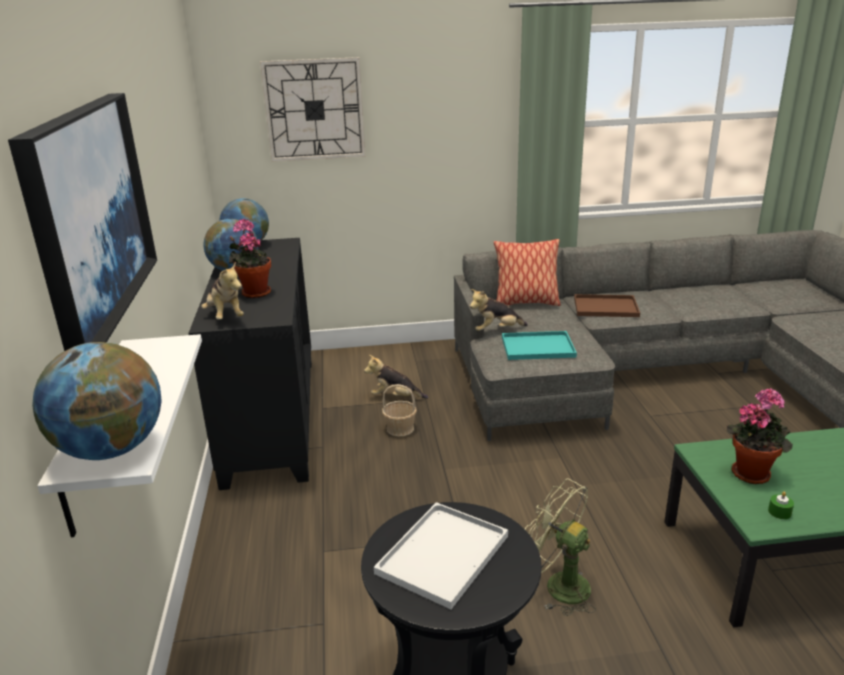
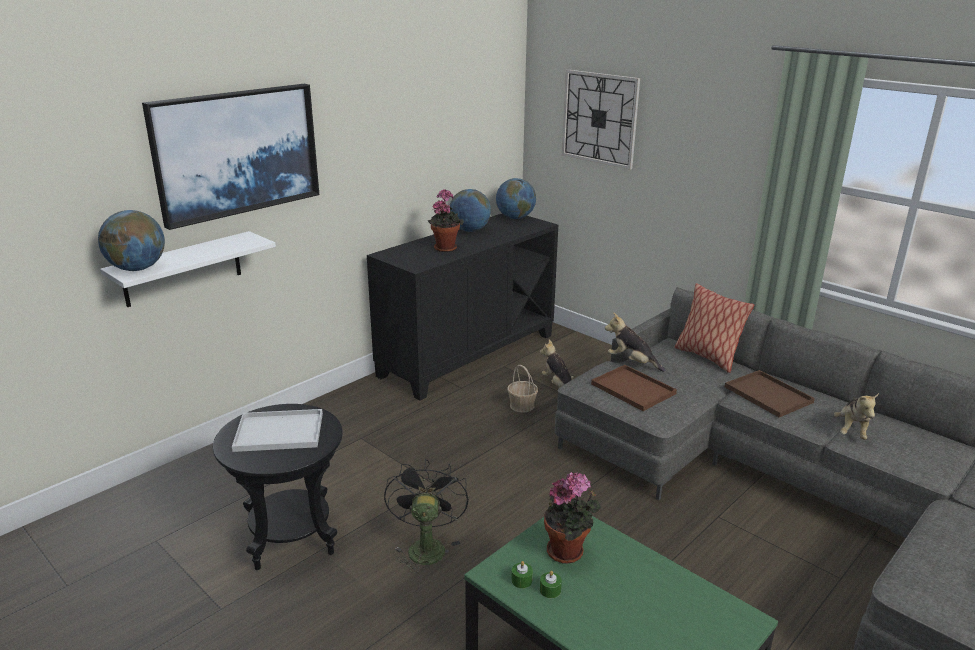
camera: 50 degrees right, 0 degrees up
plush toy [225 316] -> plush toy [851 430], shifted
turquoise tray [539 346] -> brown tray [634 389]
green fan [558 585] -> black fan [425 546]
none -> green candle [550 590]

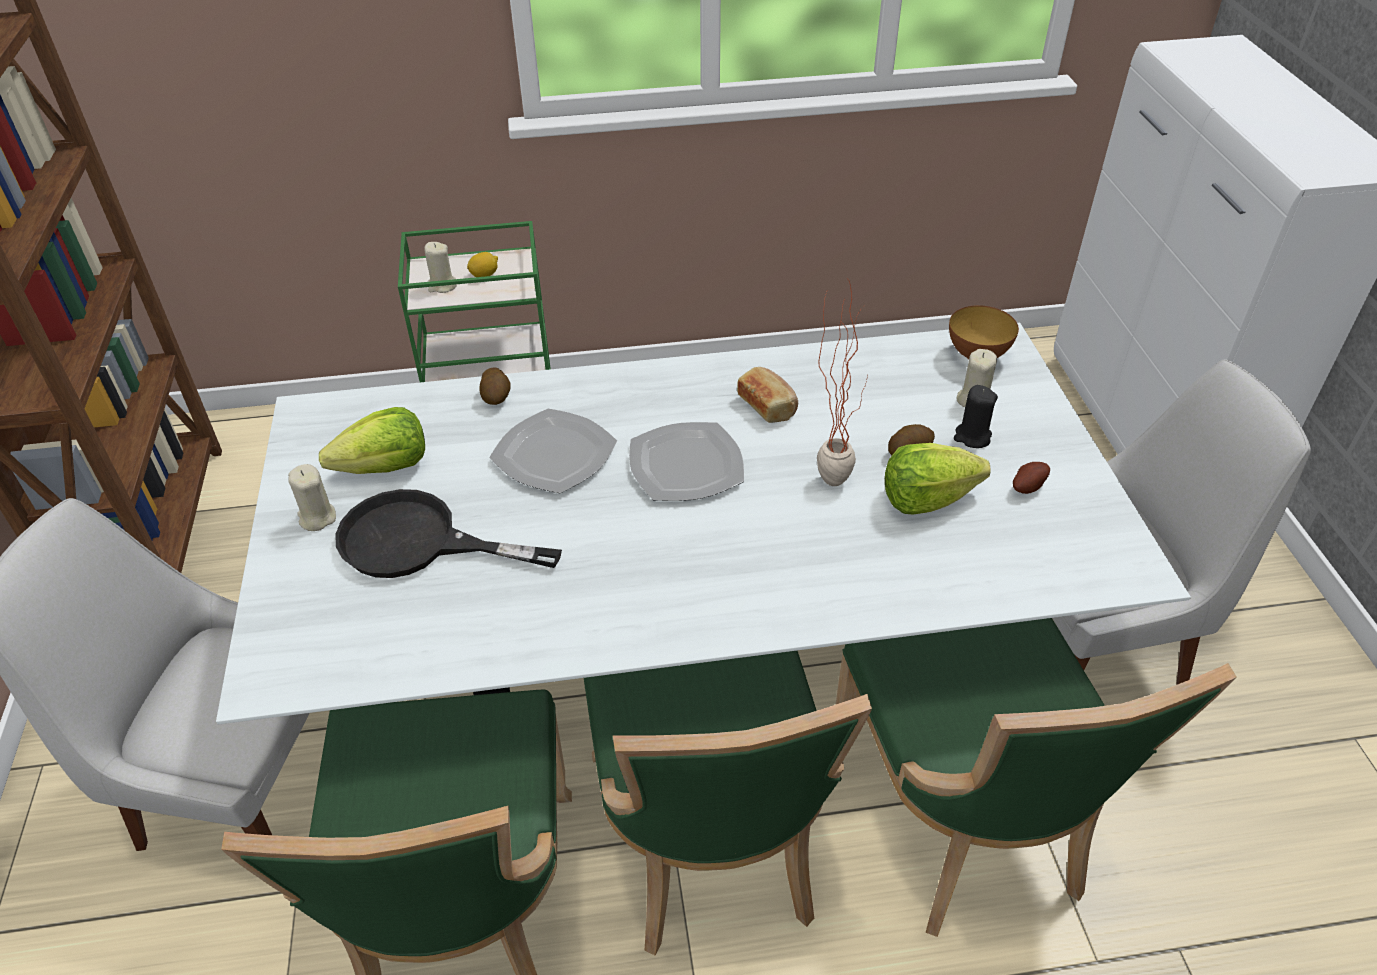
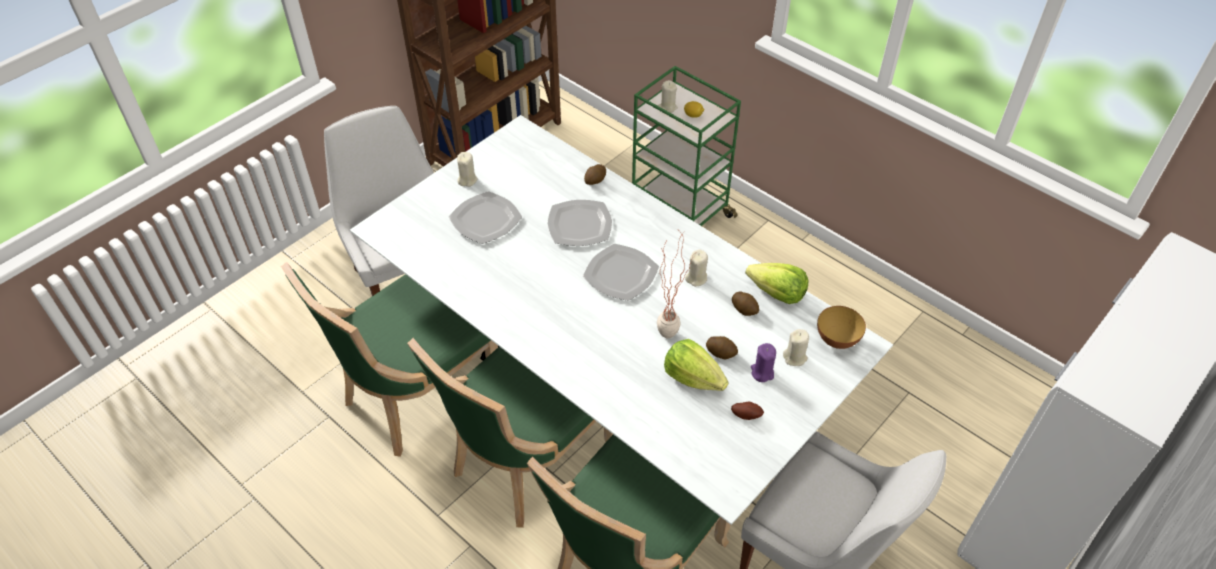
camera: 50 degrees right, 5 degrees up
lettuce [385 467] -> lettuce [777 294], shifted
black frying pan [419 542] -> plate [484 220]
bread [768 405] -> beige candle [696 278]
black candle [972 437] -> purple candle [762 372]
none -> potato [744 309]

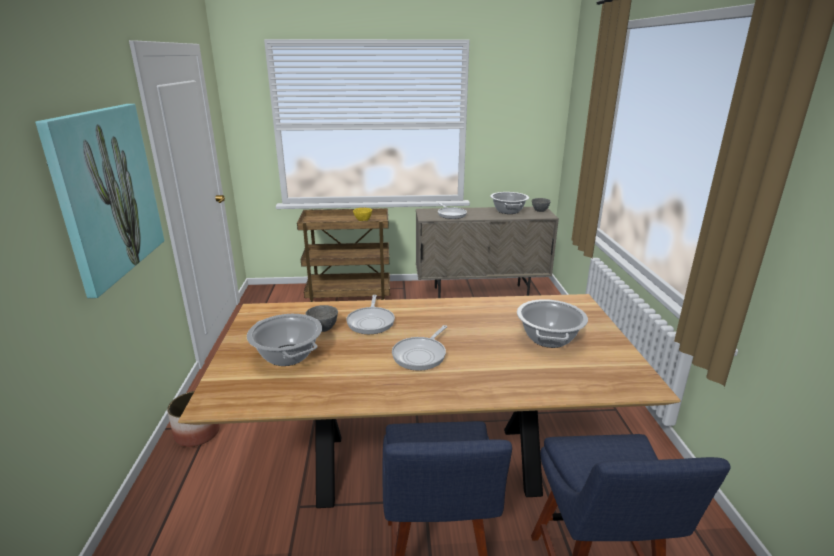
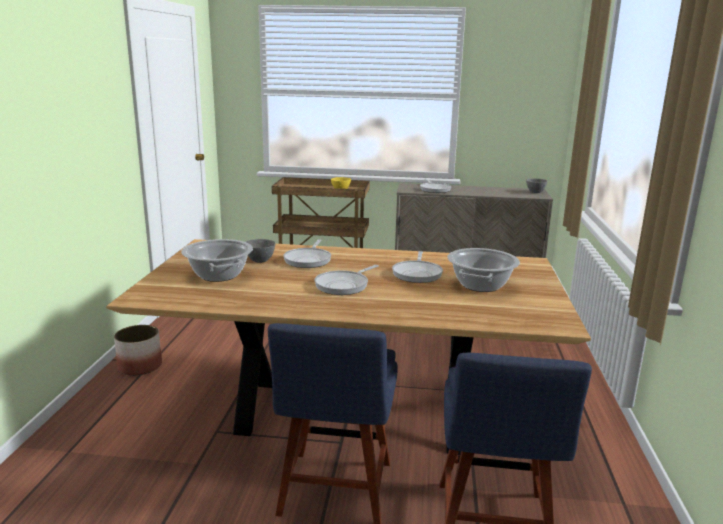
camera: 10 degrees right, 5 degrees down
picture [106 193] -> none
cooking pot [508 211] -> none
none -> frying pan [417 274]

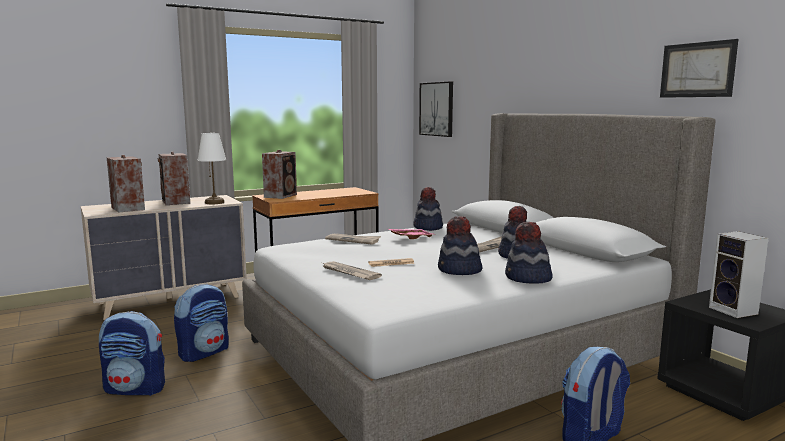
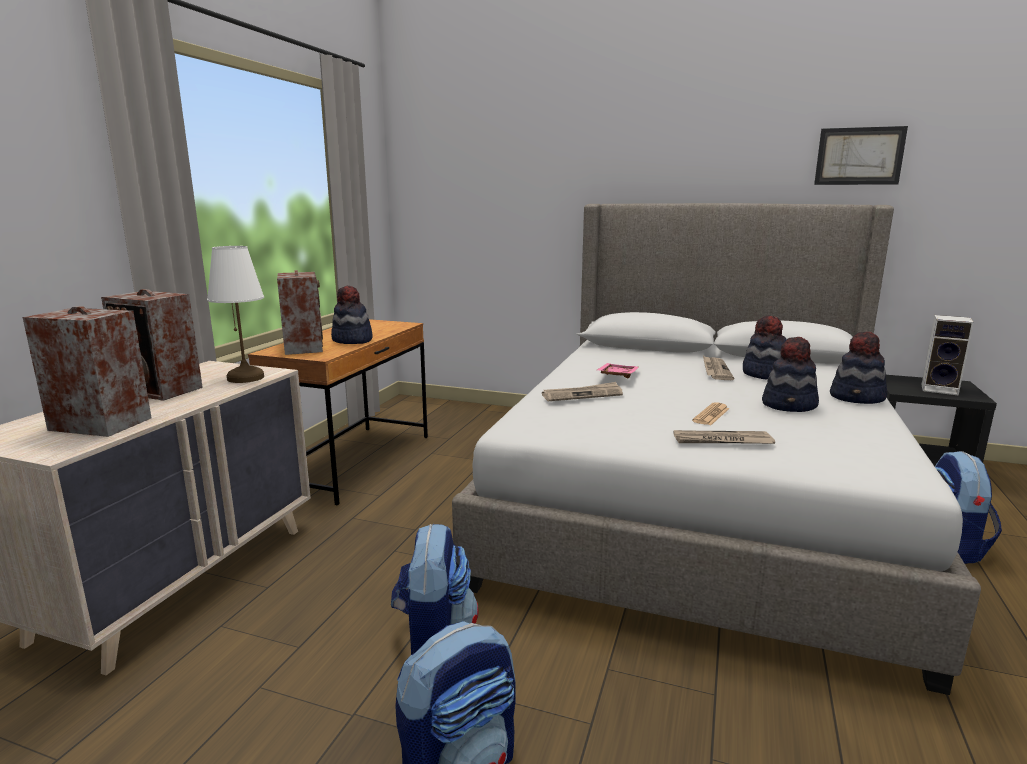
camera: 40 degrees left, 5 degrees up
hat [427 227] -> hat [352 340], shifted
picture [437 109] -> none

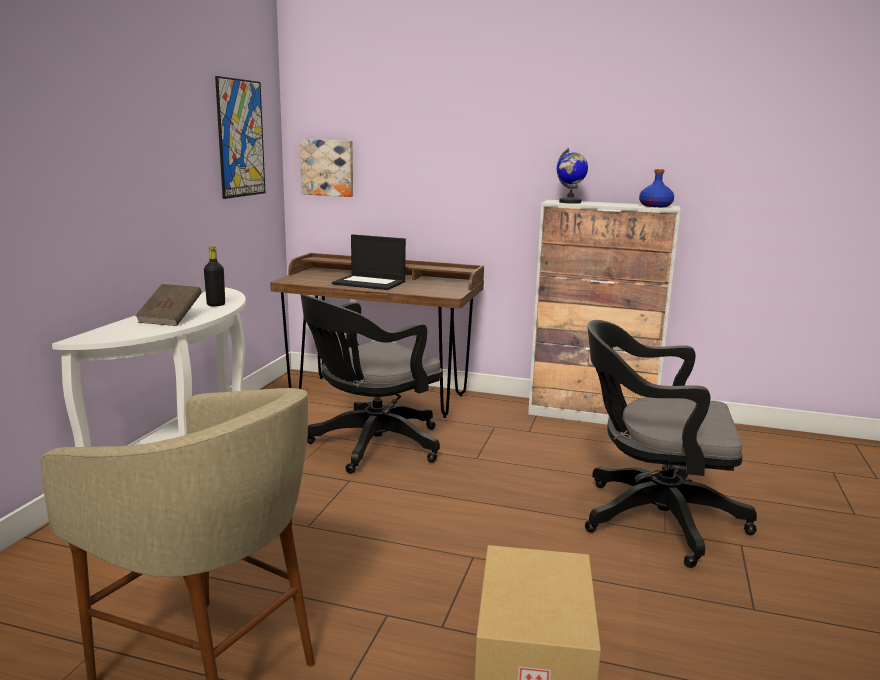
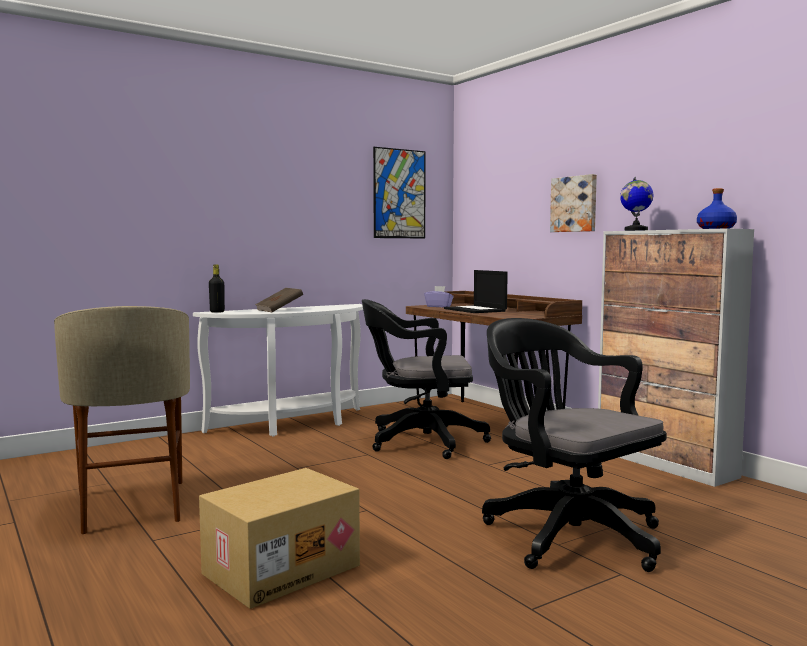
camera: 40 degrees right, 10 degrees down
black bottle [216 305] -> black bottle [217 312], shifted
picture [328 167] -> picture [574 204], shifted
none -> purple tissue box [439 306]

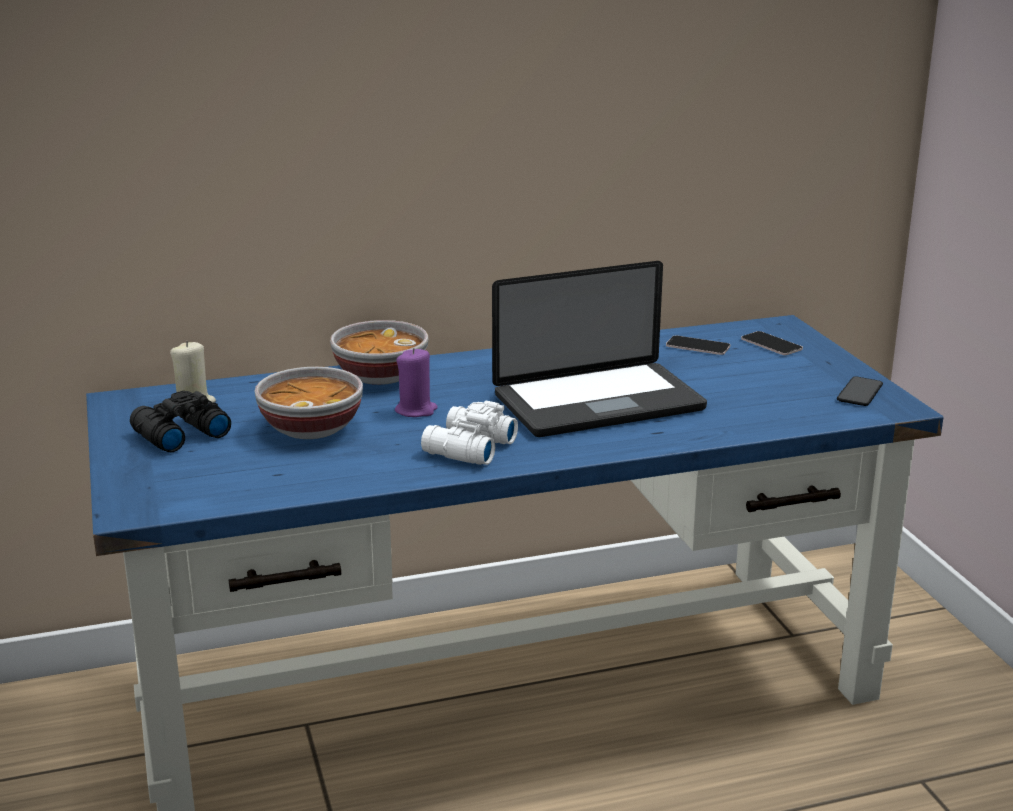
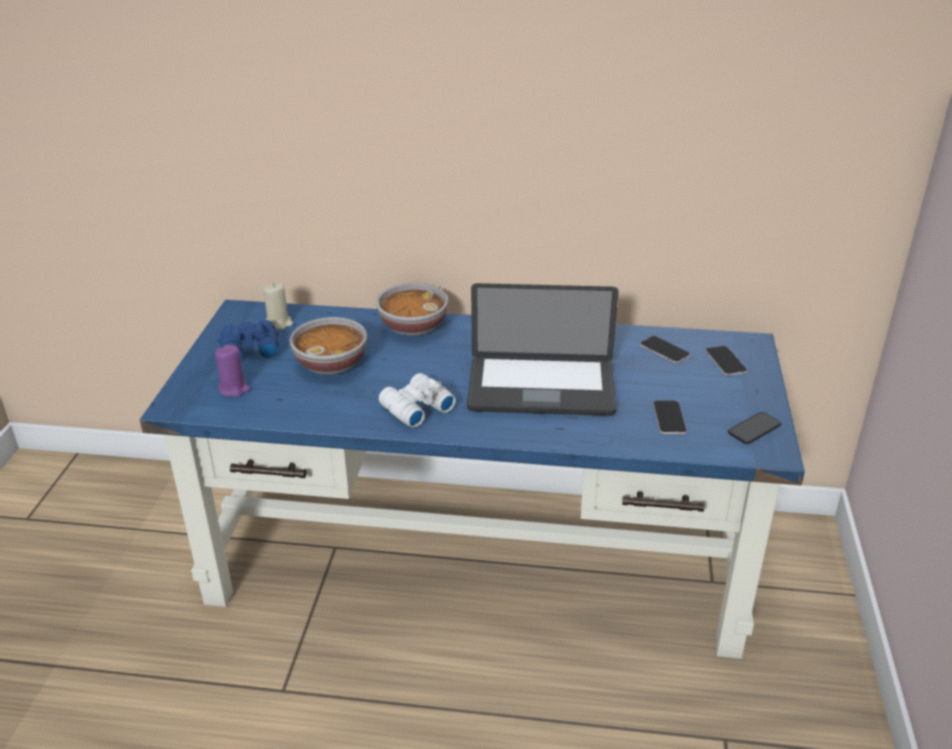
camera: 25 degrees right, 10 degrees up
black binoculars [179 434] -> blue binoculars [249 349]
purple candle [416 410] -> purple candle [234 389], shifted
none -> phone [669 418]

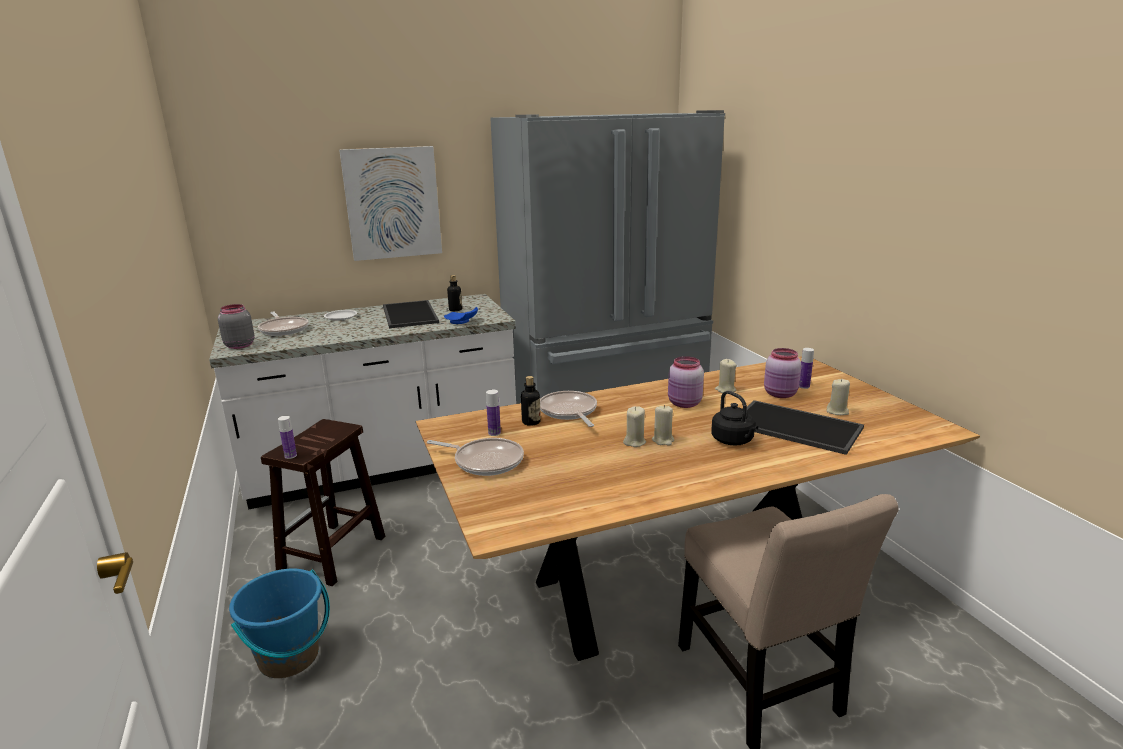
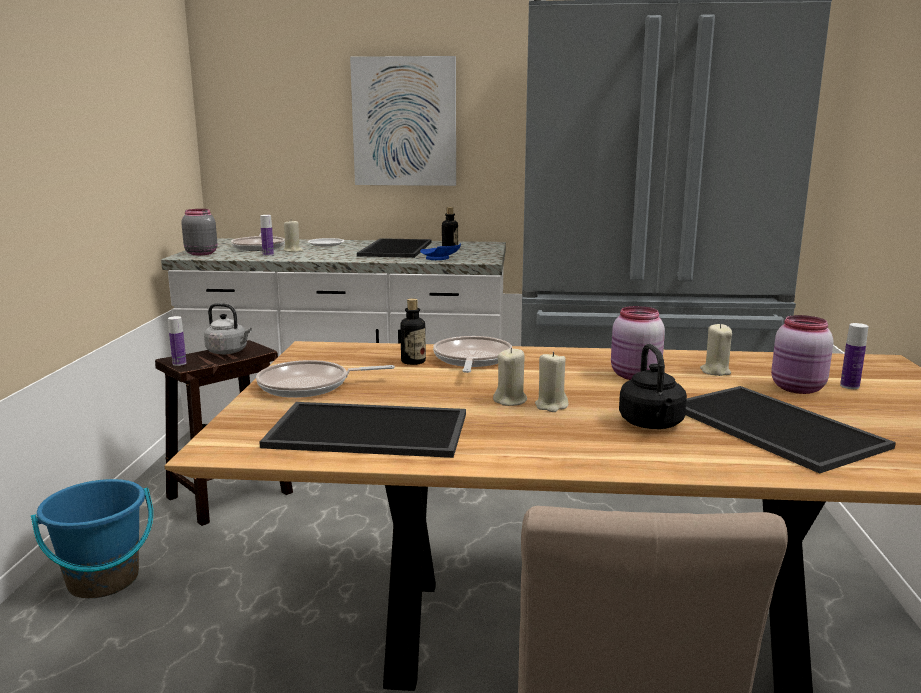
camera: 25 degrees right, 5 degrees down
frying pan [485 461] -> frying pan [309 386], 120 degrees clockwise
bottle [494 433] -> bottle [268 255], shifted
beige candle [837 411] -> beige candle [293 251], shifted
none -> grey kettle [229 352]
none -> tray [371 429]

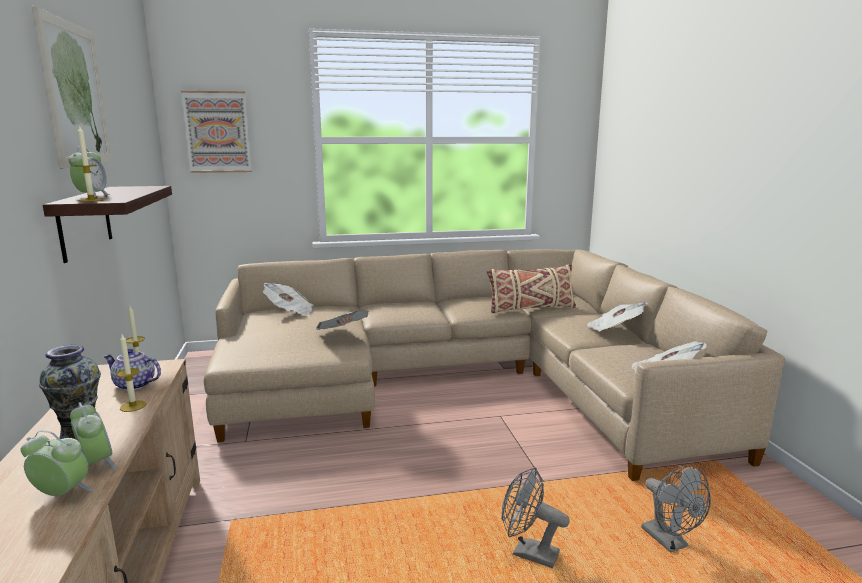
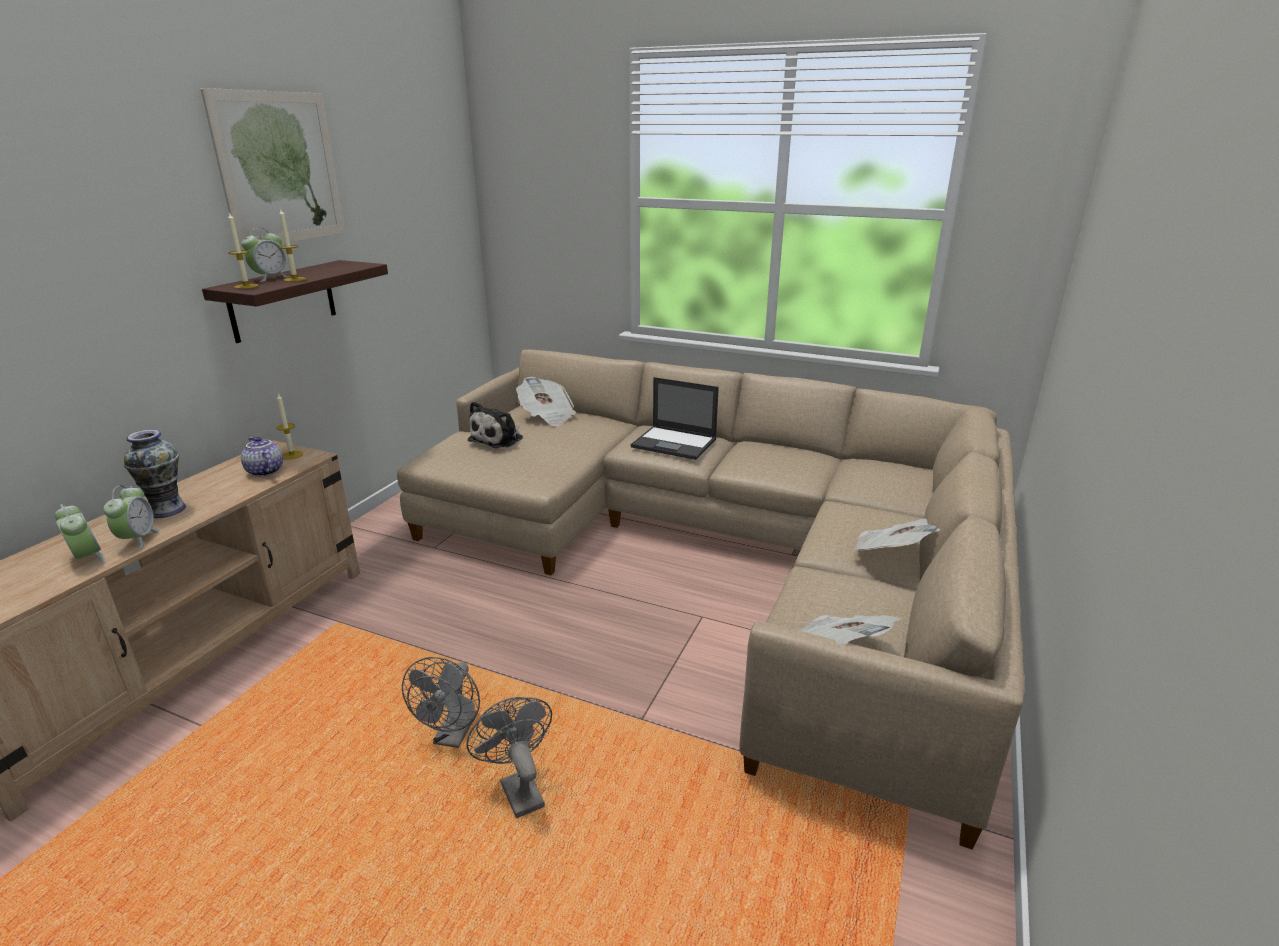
camera: 35 degrees right, 10 degrees up
candle [133 406] -> candle [294 279], shifted
picture [217 132] -> none
newspaper [342 334] -> none
beige pillow [531 308] -> none
grey fan [670 542] -> grey fan [453 736], shifted
none -> plush toy [498 439]
none -> laptop [675 443]

